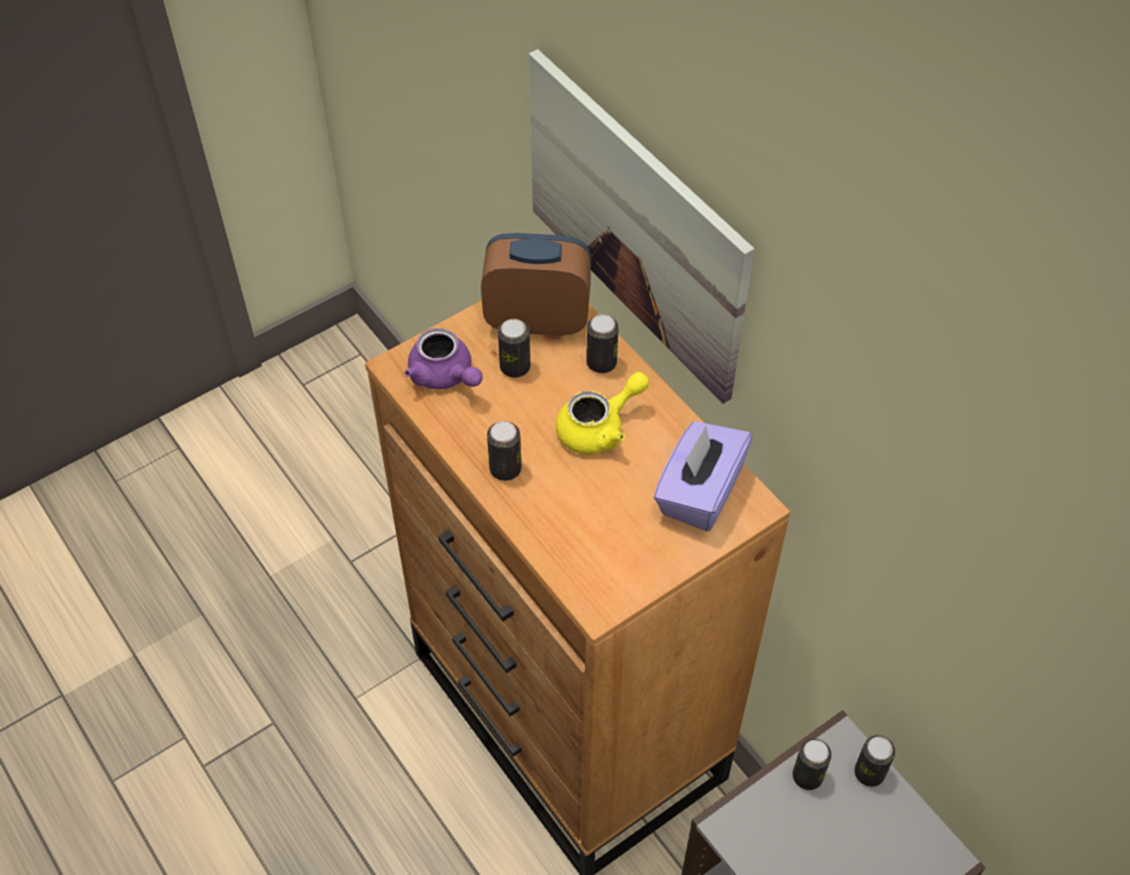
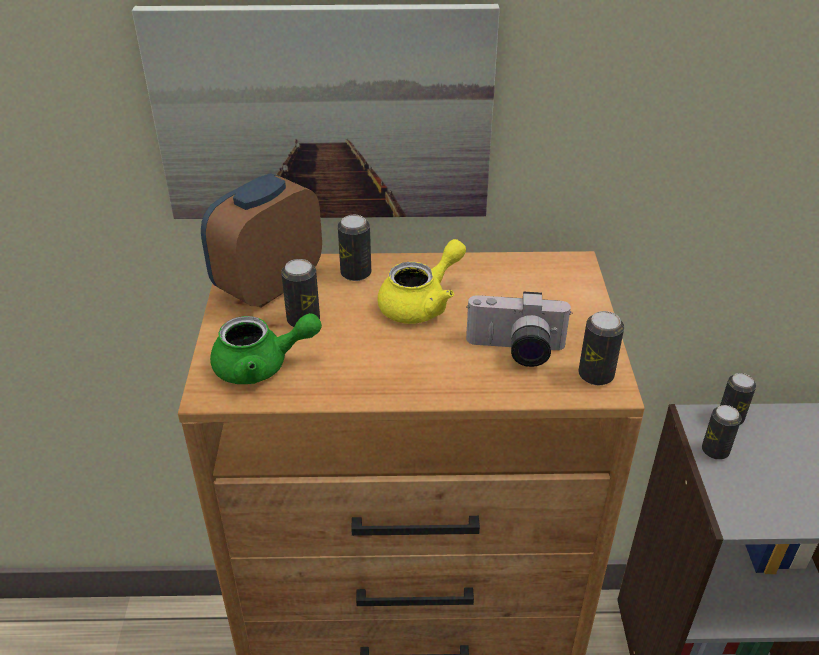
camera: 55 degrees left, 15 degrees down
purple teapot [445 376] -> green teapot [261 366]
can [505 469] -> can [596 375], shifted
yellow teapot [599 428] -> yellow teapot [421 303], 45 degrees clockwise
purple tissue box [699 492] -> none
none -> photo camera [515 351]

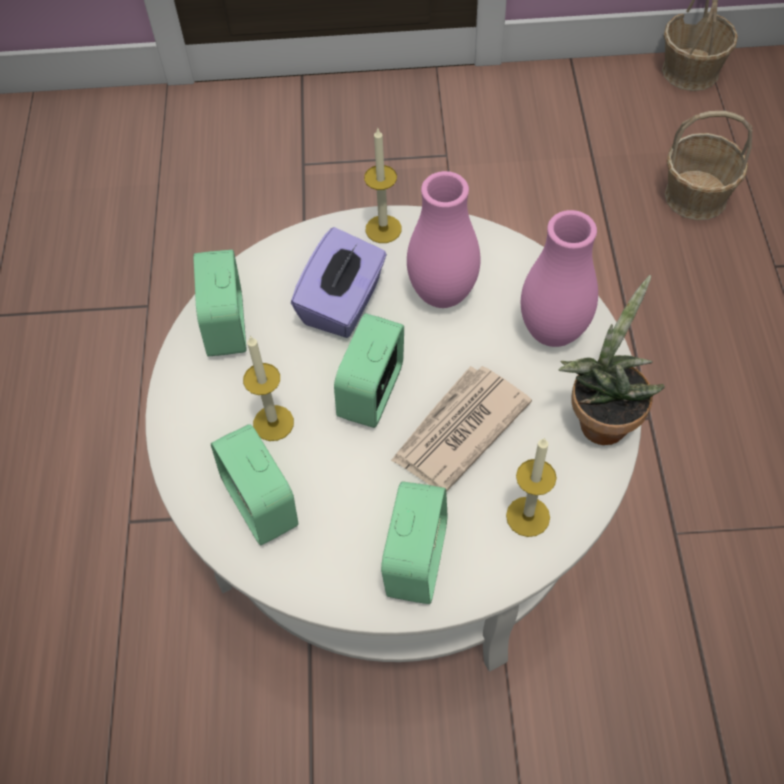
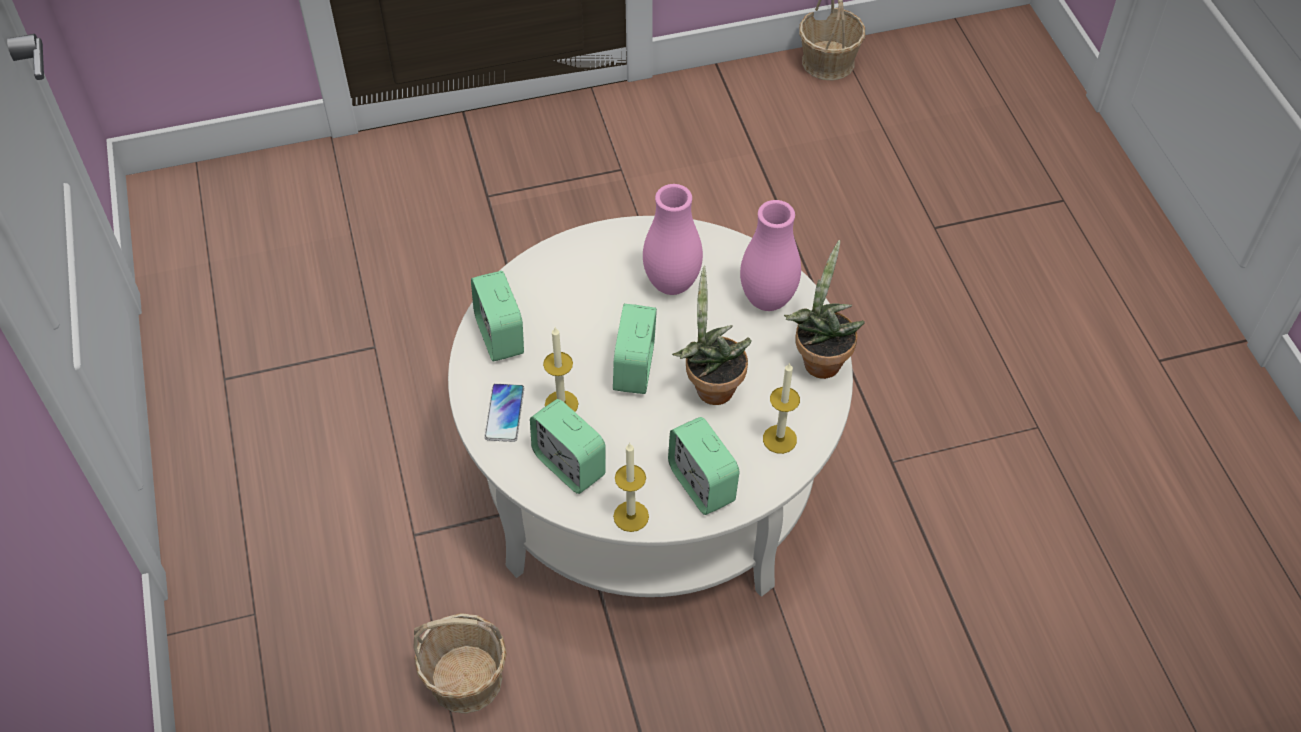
camera: 15 degrees left, 5 degrees down
purple tissue box [343 303] -> none
candle [383 229] -> candle [631 516], shifted
alarm clock [416 560] -> alarm clock [702 484], 150 degrees clockwise
newspaper [458 430] -> potted plant [711 386]
basket [696 197] -> basket [466 680], shifted
none -> phone [504 413]

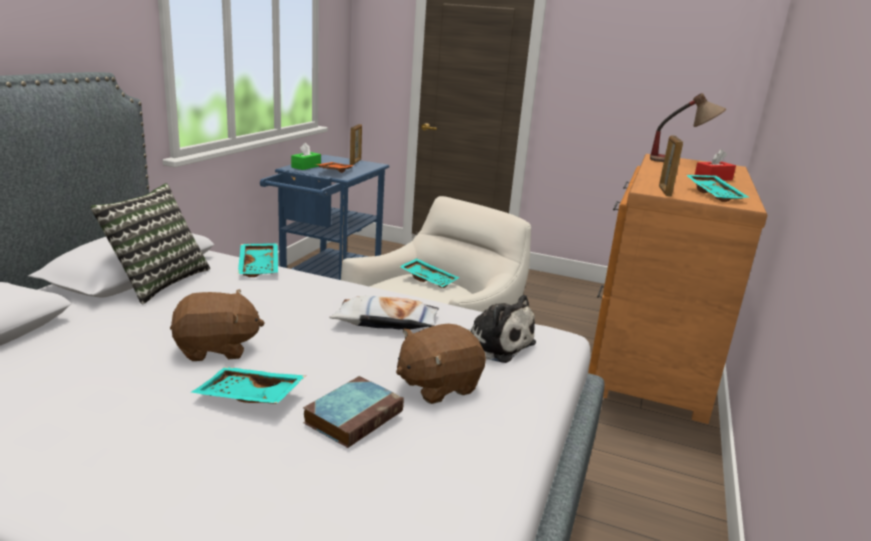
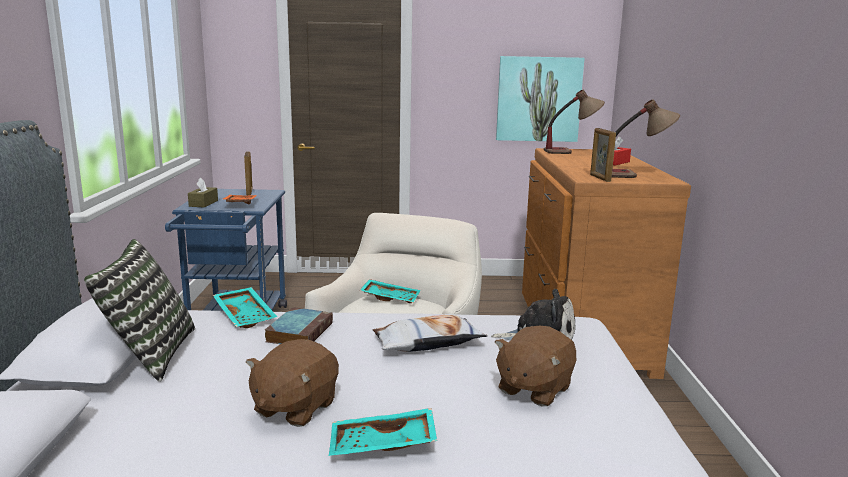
camera: 20 degrees left, 5 degrees down
brown plush toy [216 349] -> brown plush toy [294 407], 150 degrees clockwise
green tissue box [306 166] -> brown tissue box [203 203]
book [354 416] -> book [300 332], shifted
turquoise tray [715 195] -> table lamp [637 175]
none -> picture [538 99]

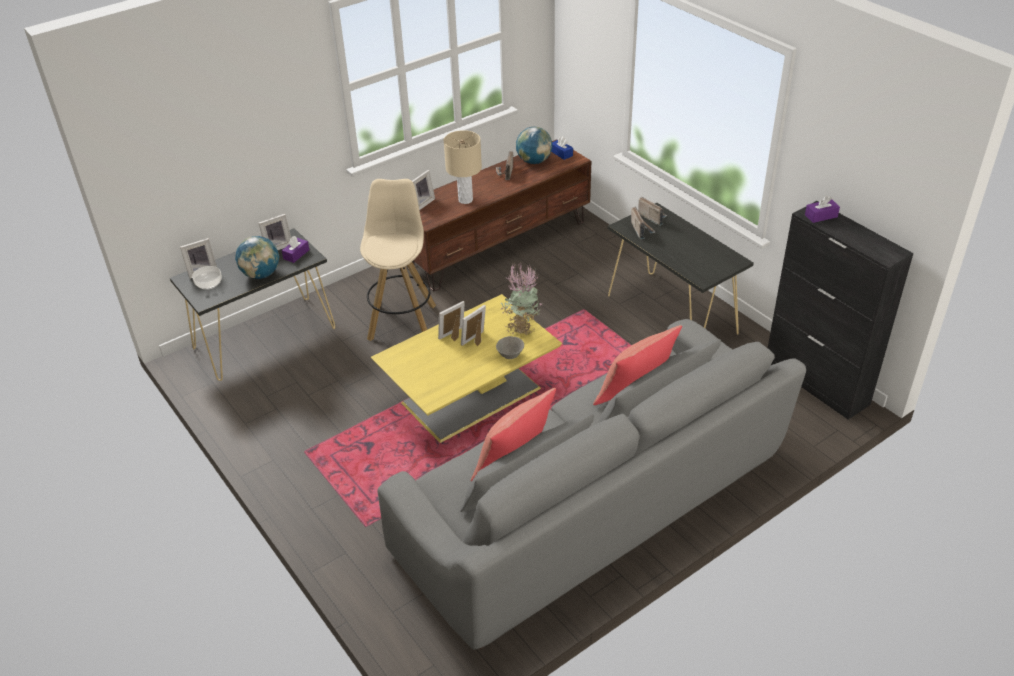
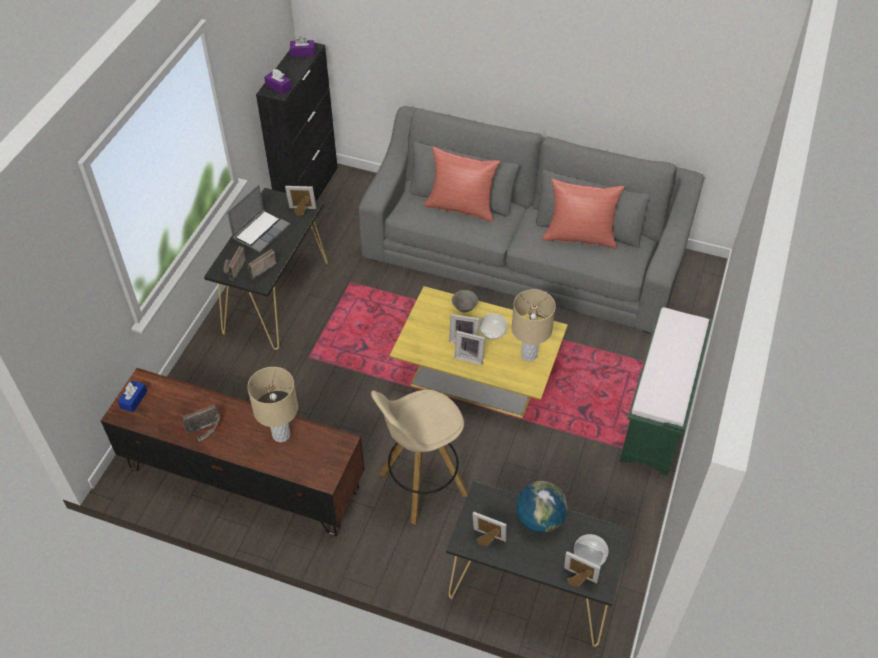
camera: 125 degrees left, 10 degrees up
purple tissue box [296 254] -> purple tissue box [302 52], shifted
picture frame [422 203] -> picture frame [302 211], shifted
potted plant [521 327] -> none
globe [534 161] -> none
none -> laptop [261 231]
none -> bowl [493 331]
none -> beige table lamp [529 354]
none -> green bench [657 417]

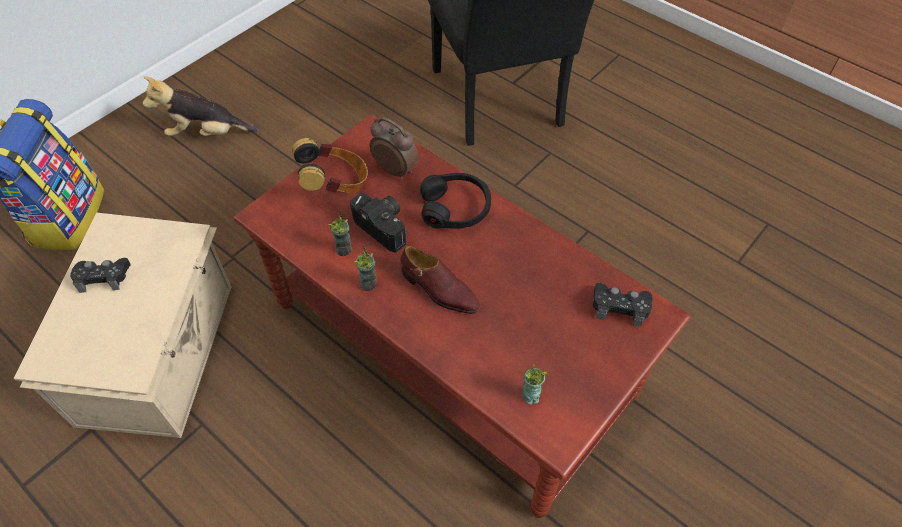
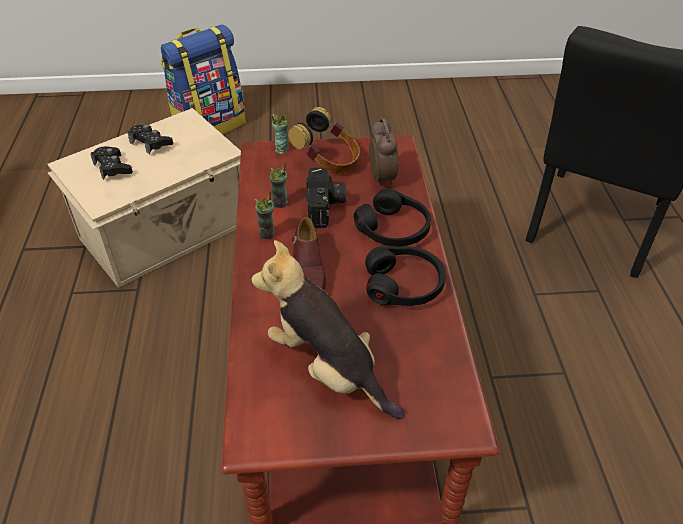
camera: 45 degrees right, 10 degrees down
plush toy [207 133] -> plush toy [328 368], shifted
cup [530 396] -> cup [281 149], shifted
black game controller [620 307] -> black game controller [112 167], shifted
none -> black headphones [404 285]

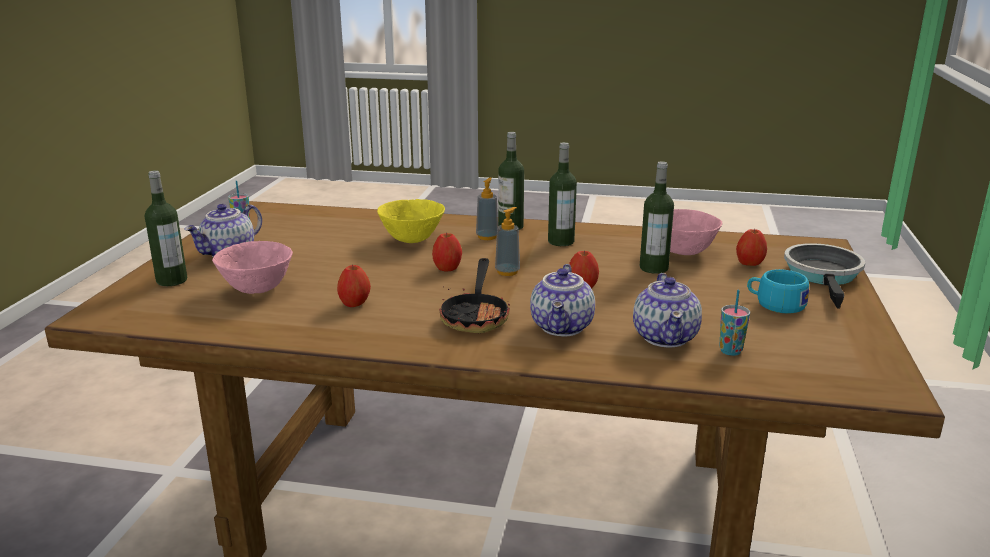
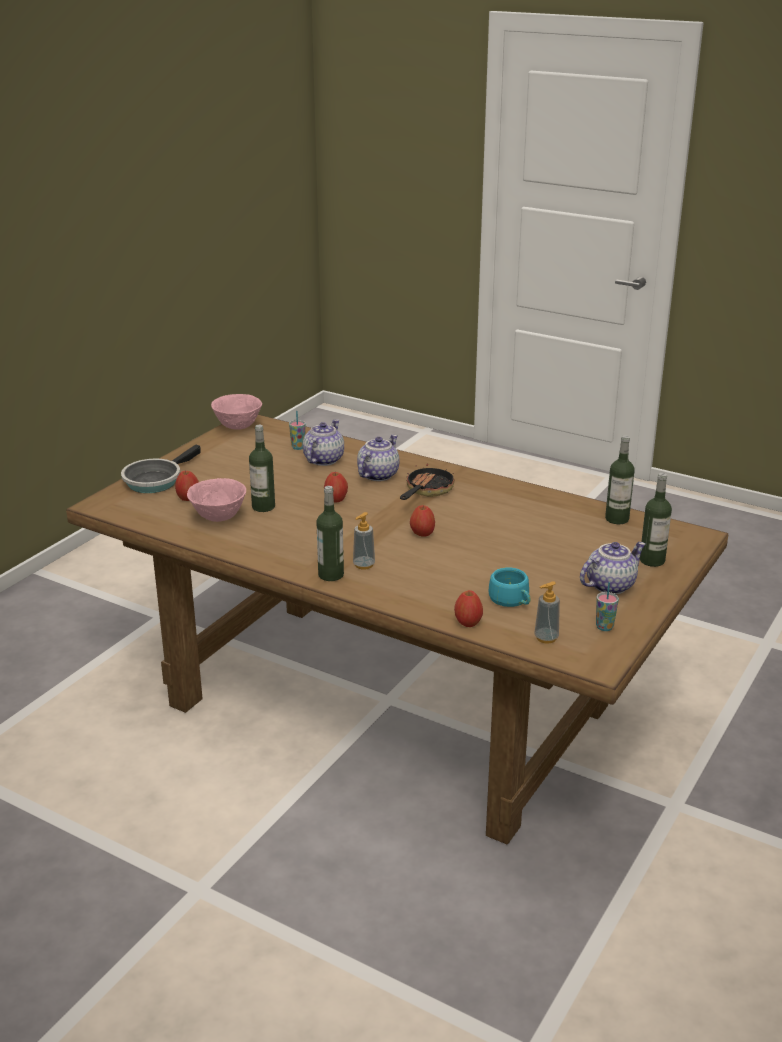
camera: 160 degrees left, 5 degrees up
pink bowl [257 290] -> pink bowl [238 426], shifted
apple [355 304] -> apple [468 622], shifted
yellow bowl [412 240] -> none
soap dispenser [507 272] -> soap dispenser [546 638], shifted
bottle [561 242] -> bottle [617 519], shifted
turquoise cup [775 304] -> turquoise cup [511 600], shifted

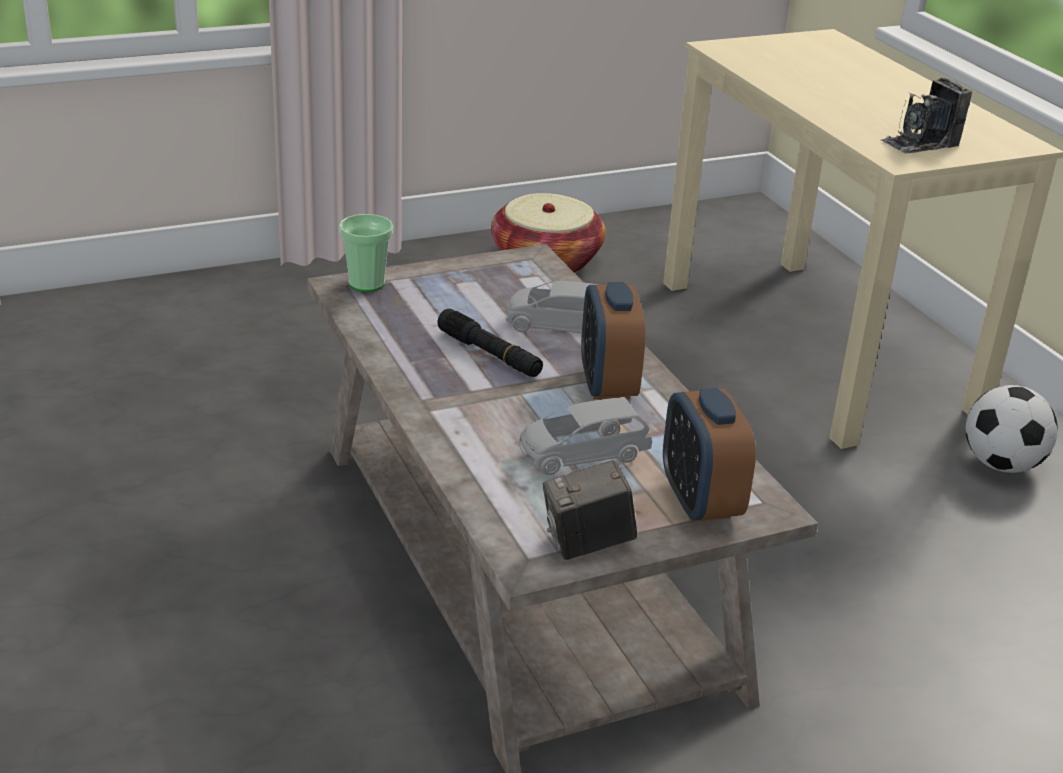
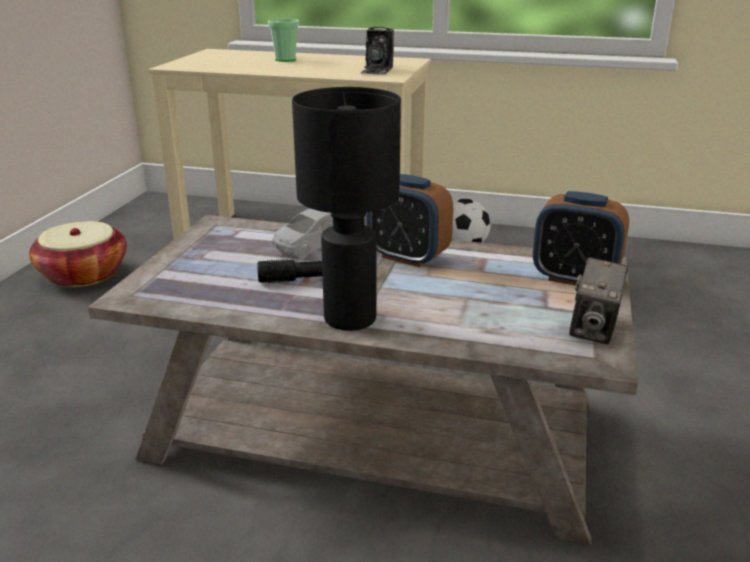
camera: 50 degrees left, 5 degrees down
cup [366 284] -> cup [285 59], shifted
grey toy car [582 455] -> none
none -> black table lamp [351 318]

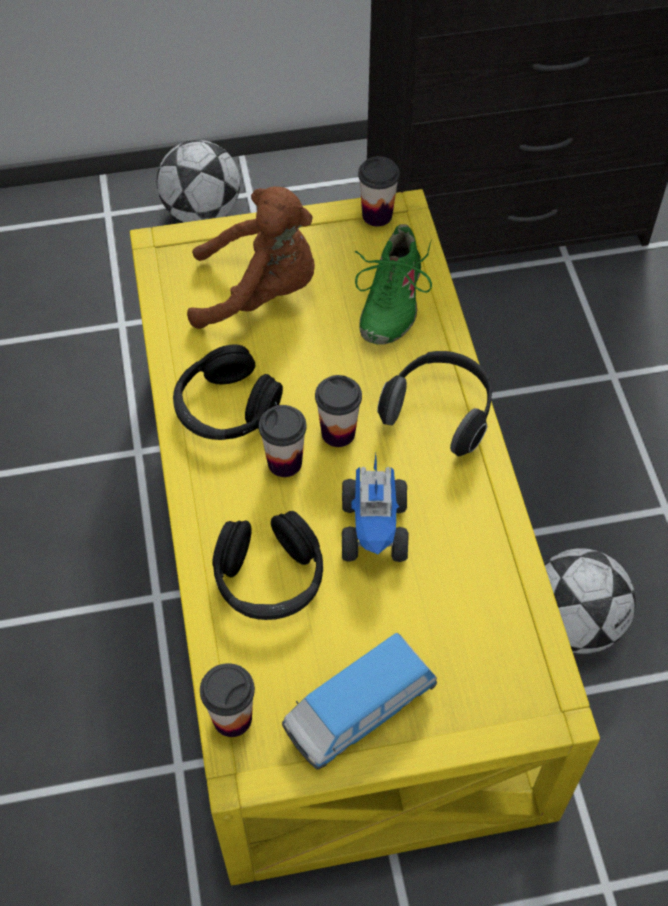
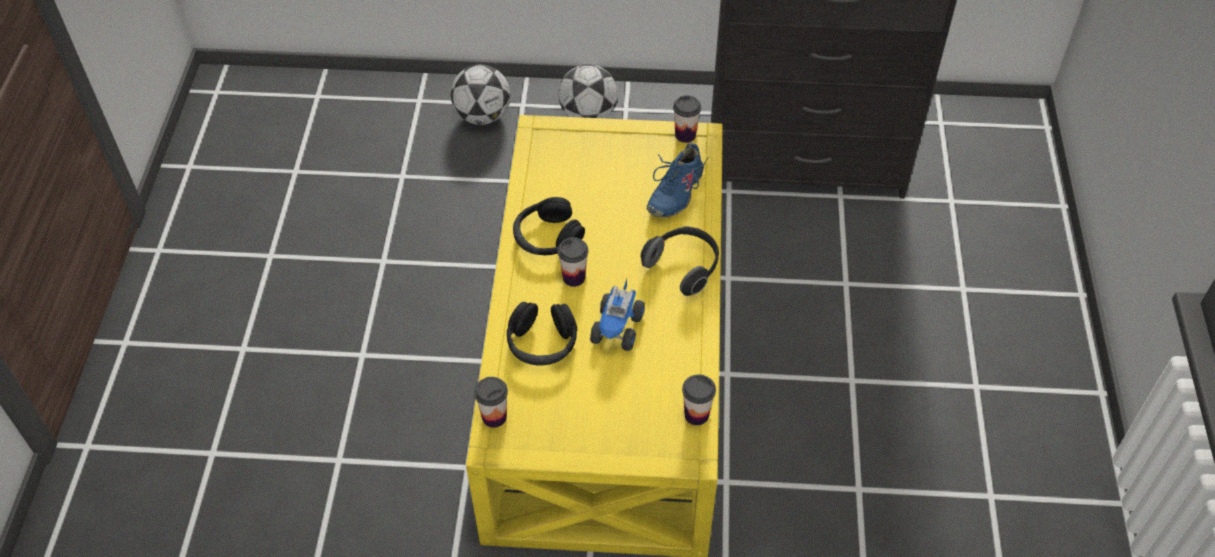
camera: 15 degrees right, 5 degrees down
brown plush toy [260 292] -> none
toy car [359 709] -> none
cup [338 433] -> cup [696 415], shifted
green shoe [390 301] -> blue shoe [675 192]
football [573 623] -> football [482 116], shifted

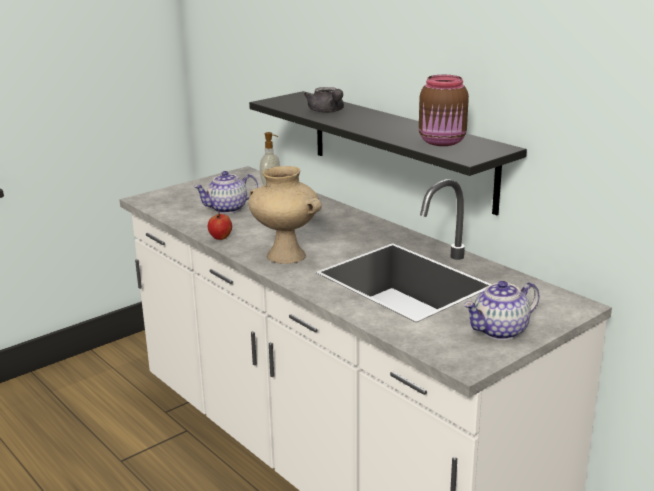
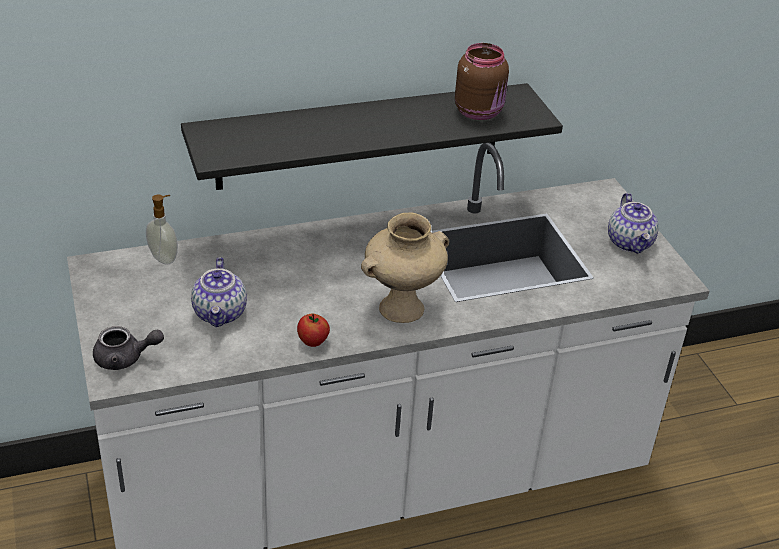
camera: 70 degrees left, 15 degrees up
grey teapot [327 111] -> grey teapot [125 359], shifted

